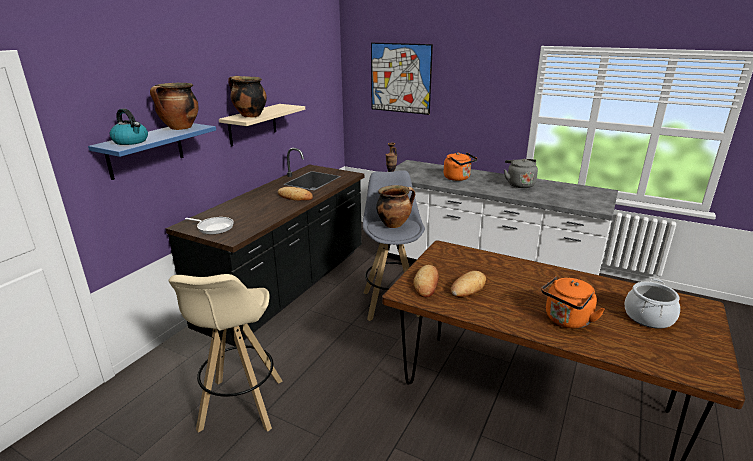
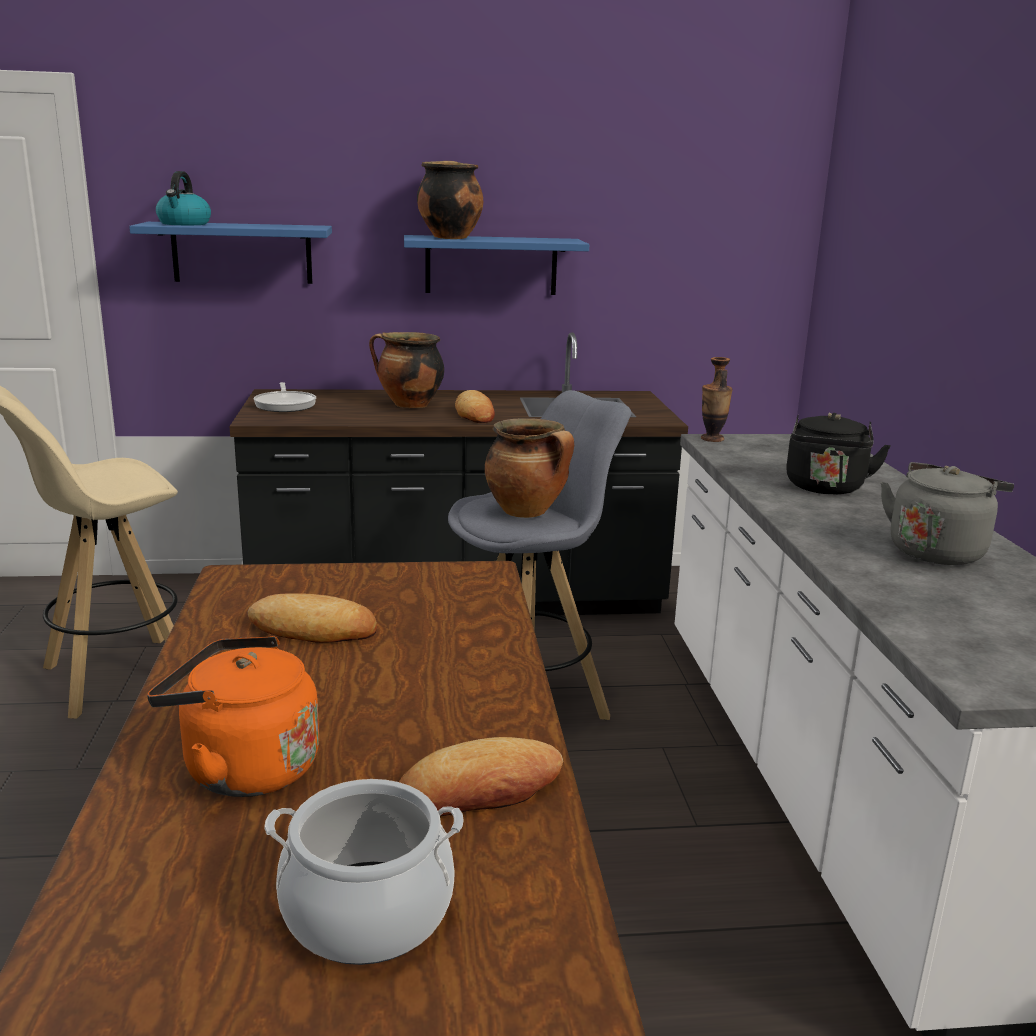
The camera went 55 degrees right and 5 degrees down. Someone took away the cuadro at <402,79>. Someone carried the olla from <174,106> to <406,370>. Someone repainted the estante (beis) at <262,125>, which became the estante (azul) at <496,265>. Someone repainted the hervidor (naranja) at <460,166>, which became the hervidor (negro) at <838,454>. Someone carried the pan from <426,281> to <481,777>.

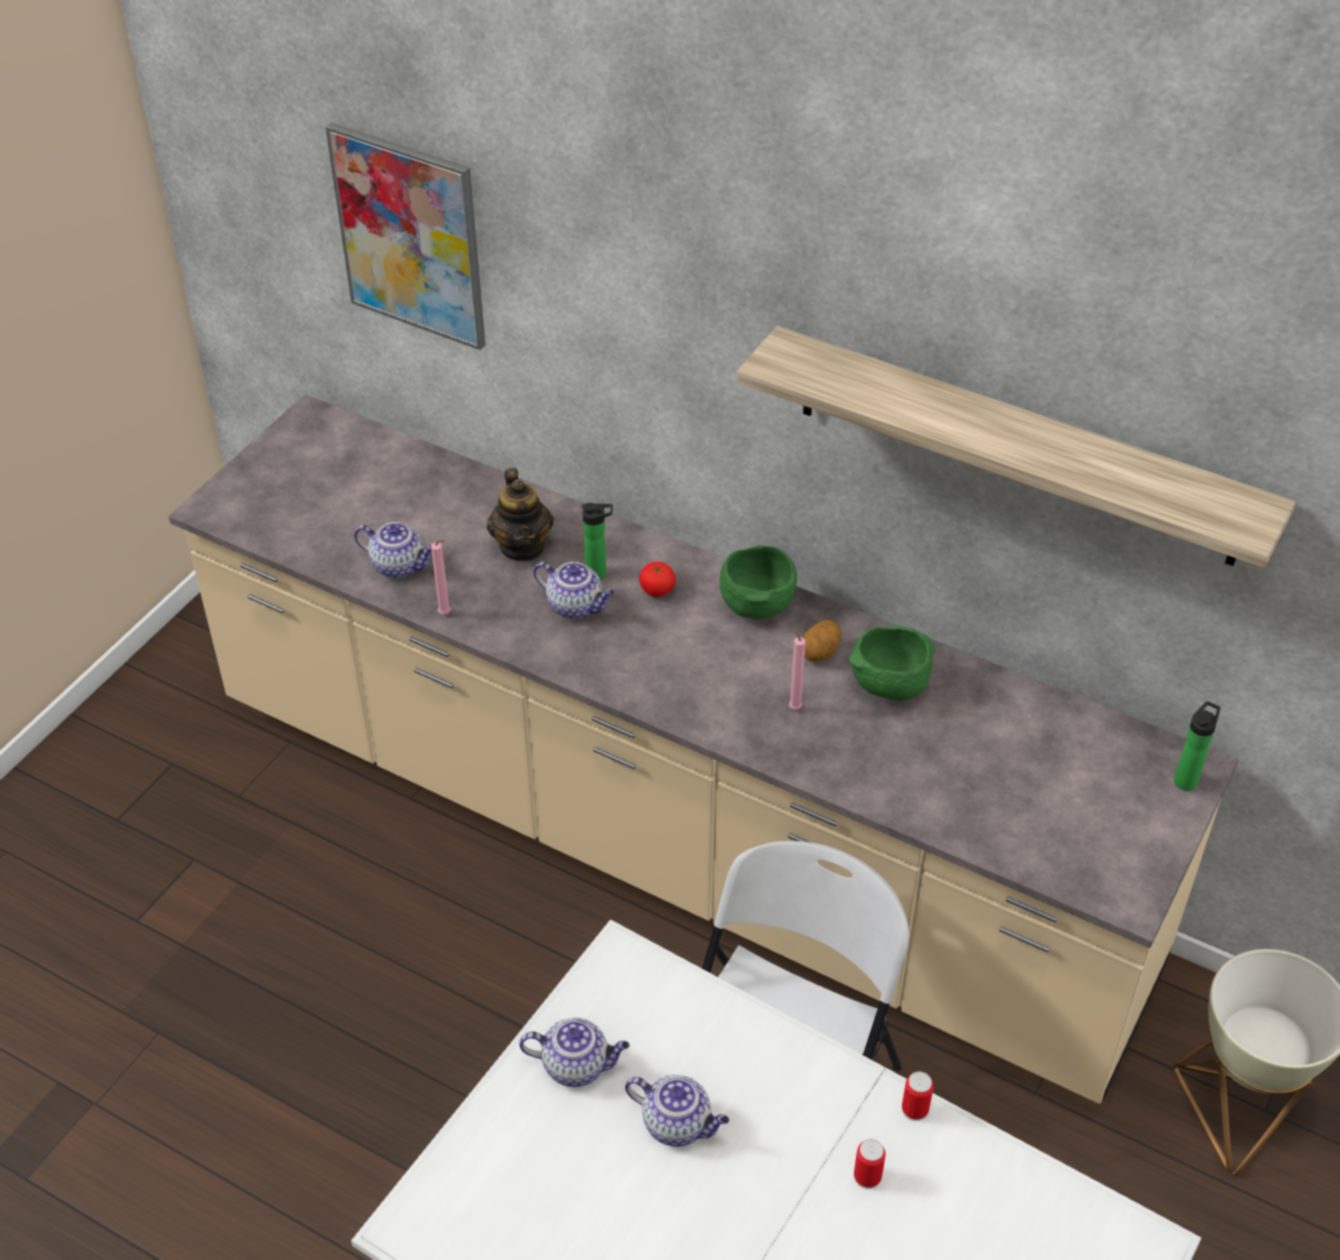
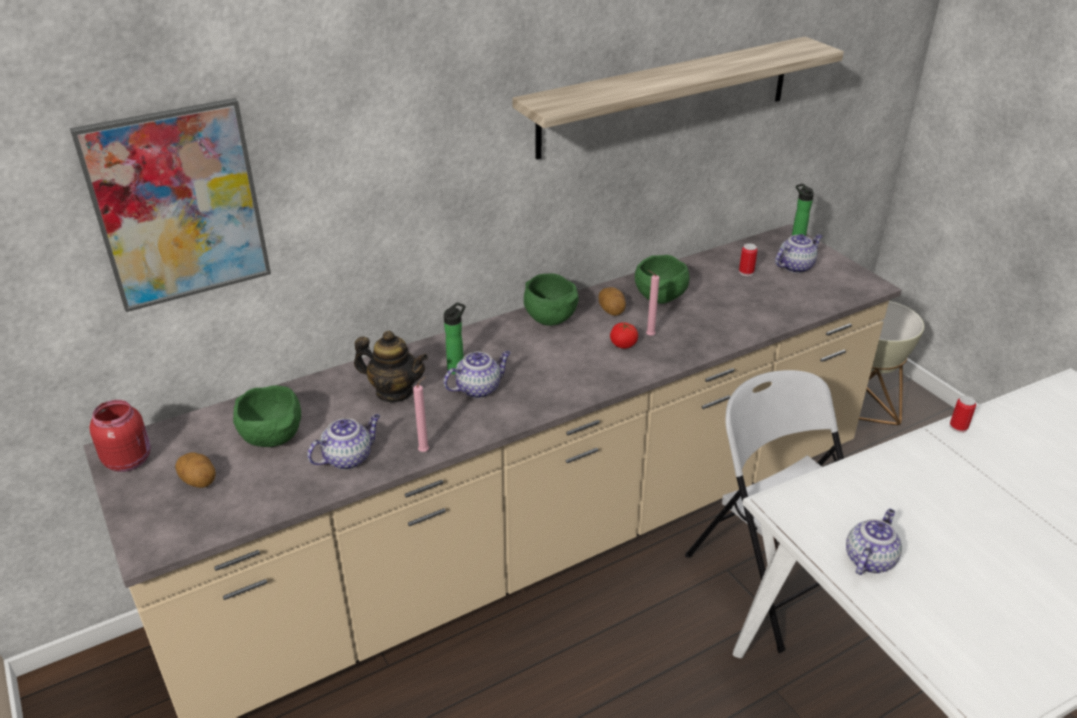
The camera went 60 degrees left and 10 degrees down. Someone carried the tomate from <657,579> to <624,335>. Someone carried the tetera from <677,1111> to <798,253>. Someone carried the lata from <870,1164> to <748,259>. Someone put down the cuenco (verde) at <267,416>. Someone put down the tarro (rojo) at <120,436>. Someone put down the patata at <195,470>.

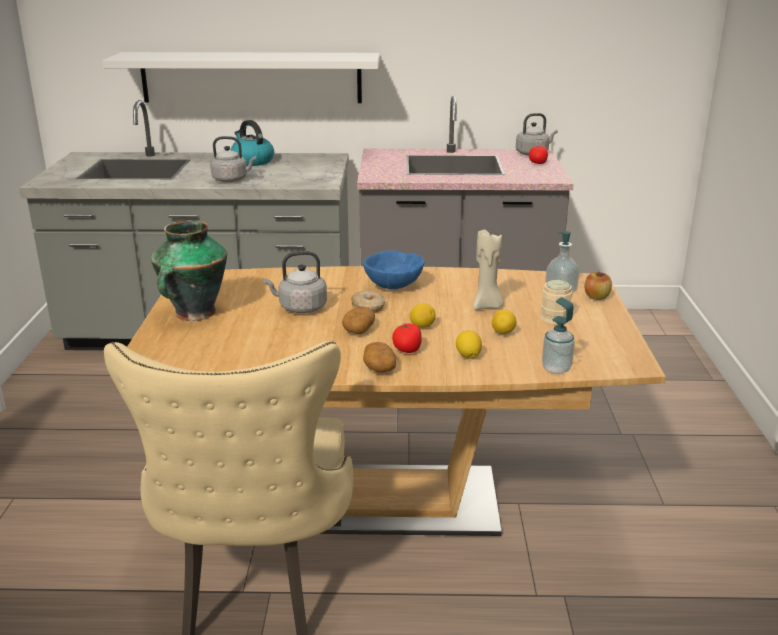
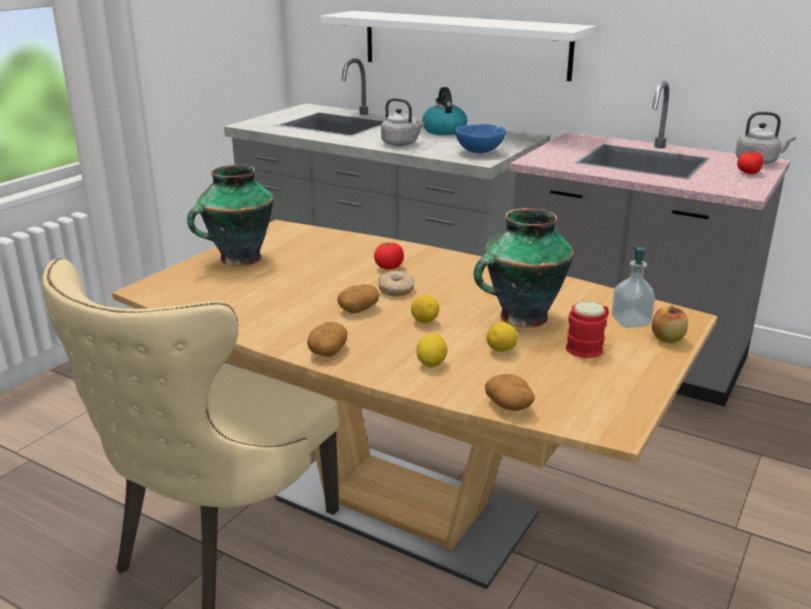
The camera went 30 degrees right and 0 degrees up. Someone swapped the vela (beis) at <489,269> for the florero at <523,268>. Someone carried the cuenco (azul) from <393,269> to <480,138>. Someone took away the hervidor (gris) at <295,282>. Someone repainted the taza grande (beis) at <556,302>, which became the taza grande (rojo) at <587,329>. Someone swapped the dispensador de jabón at <558,335> for the patata at <510,392>. Someone carried the tomate from <407,338> to <389,256>.

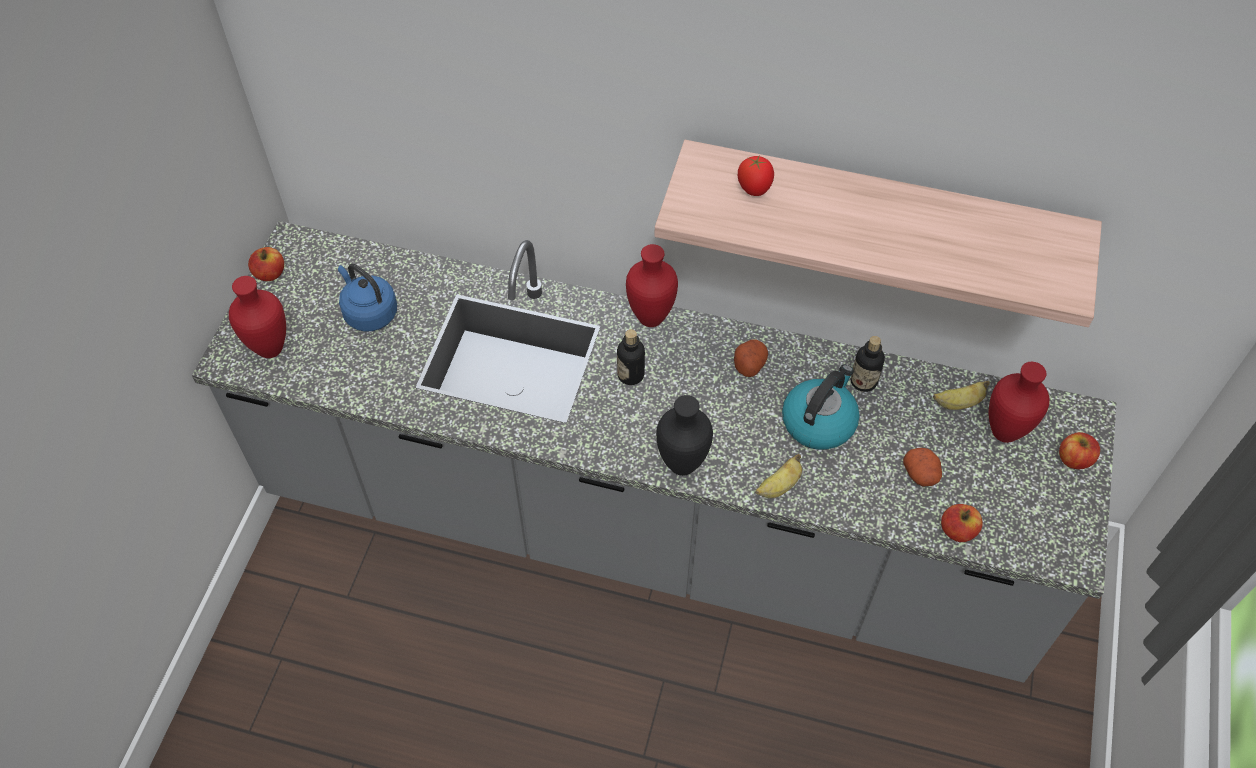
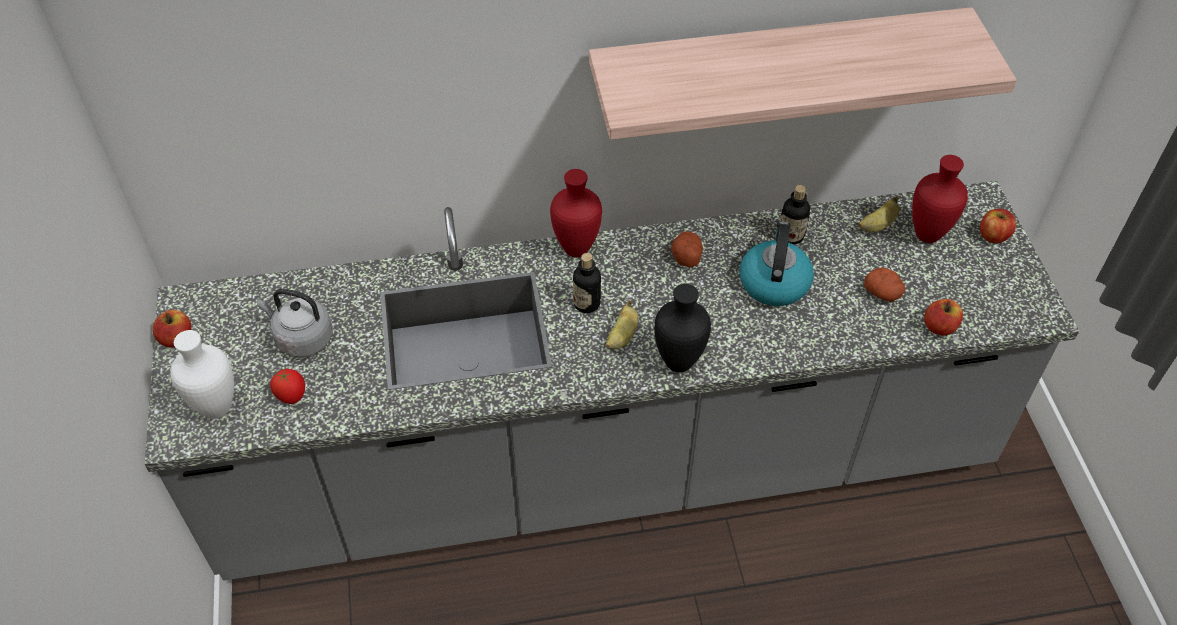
The camera went 25 degrees left and 5 degrees down. Someone carried the tomate from <756,176> to <287,386>. Someone repainted the hervidor (azul) at <367,298>, which became the hervidor (gris) at <295,323>. Someone repainted the florero (rojo) at <257,317>, which became the florero (blanco) at <202,374>. Someone carried the plátano from <778,476> to <622,324>.

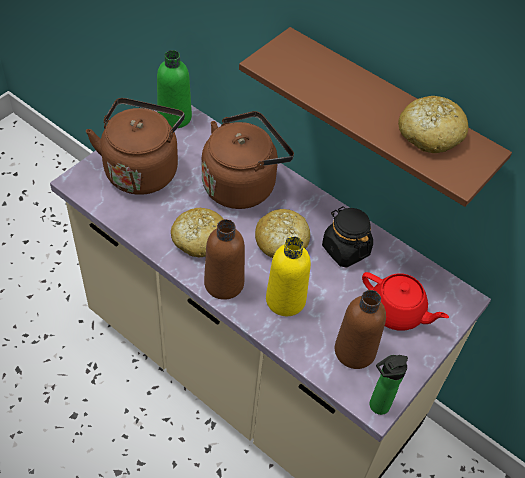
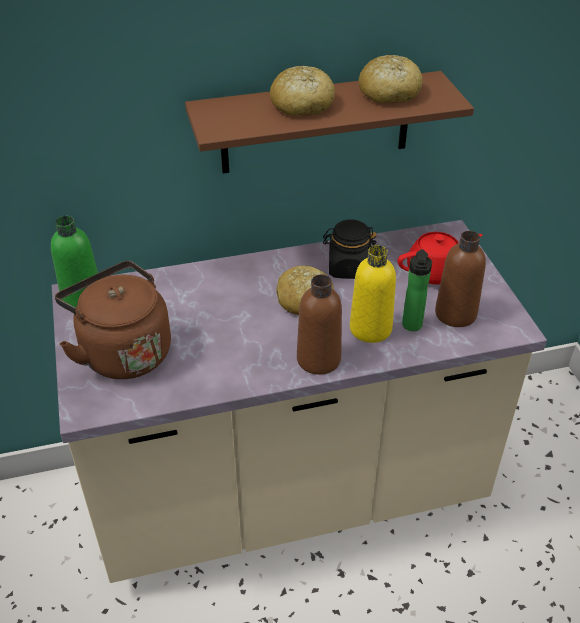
The camera went 50 degrees left and 10 degrees down. Someone took away the hervidor (marrón) at <248,160>. Someone carried the pan from <197,233> to <302,91>. Someone carried the botella from <389,385> to <417,290>.

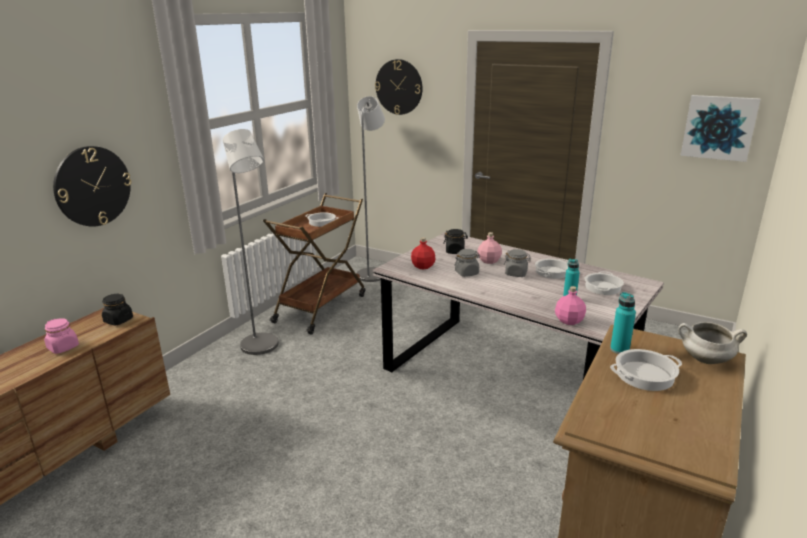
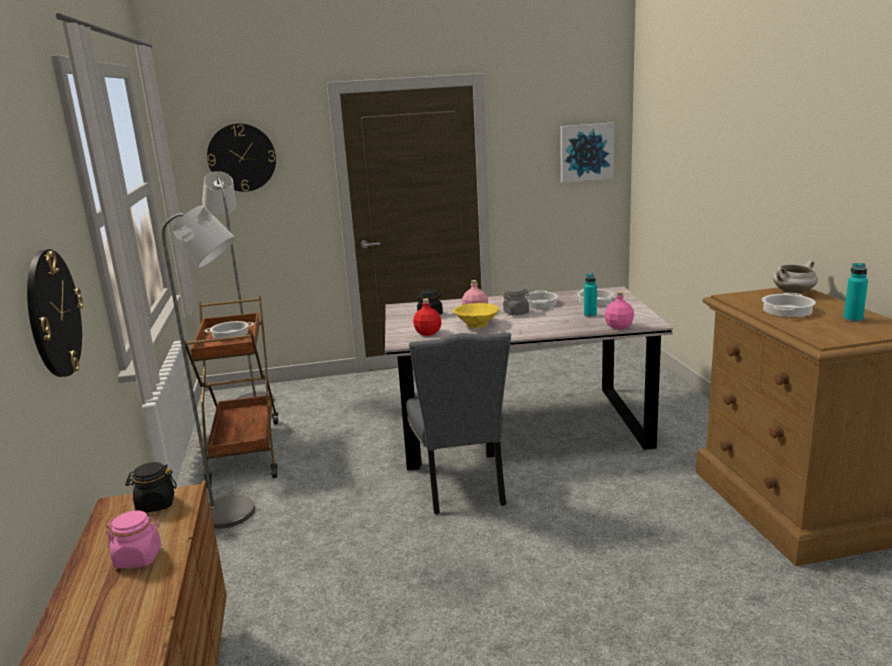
The camera went 40 degrees left and 5 degrees down. Someone swapped the tarro (gris) at <467,263> for the cuenco (amarillo) at <476,315>. Someone carried the botella (turquesa) from <623,323> to <856,292>. Someone put down the silla (gris) at <458,423>.

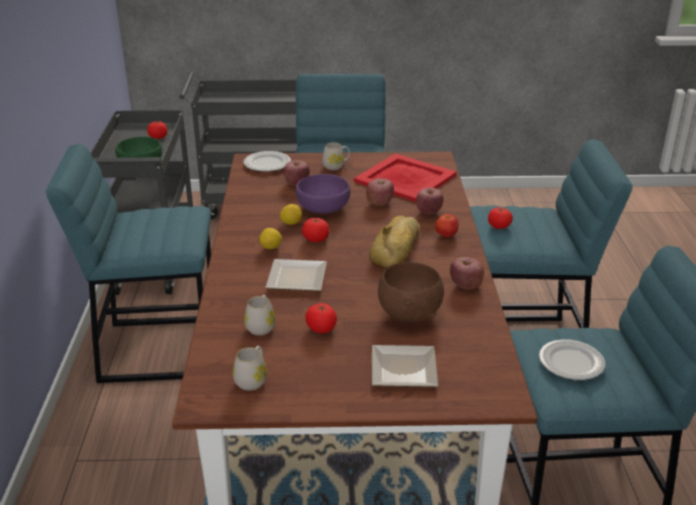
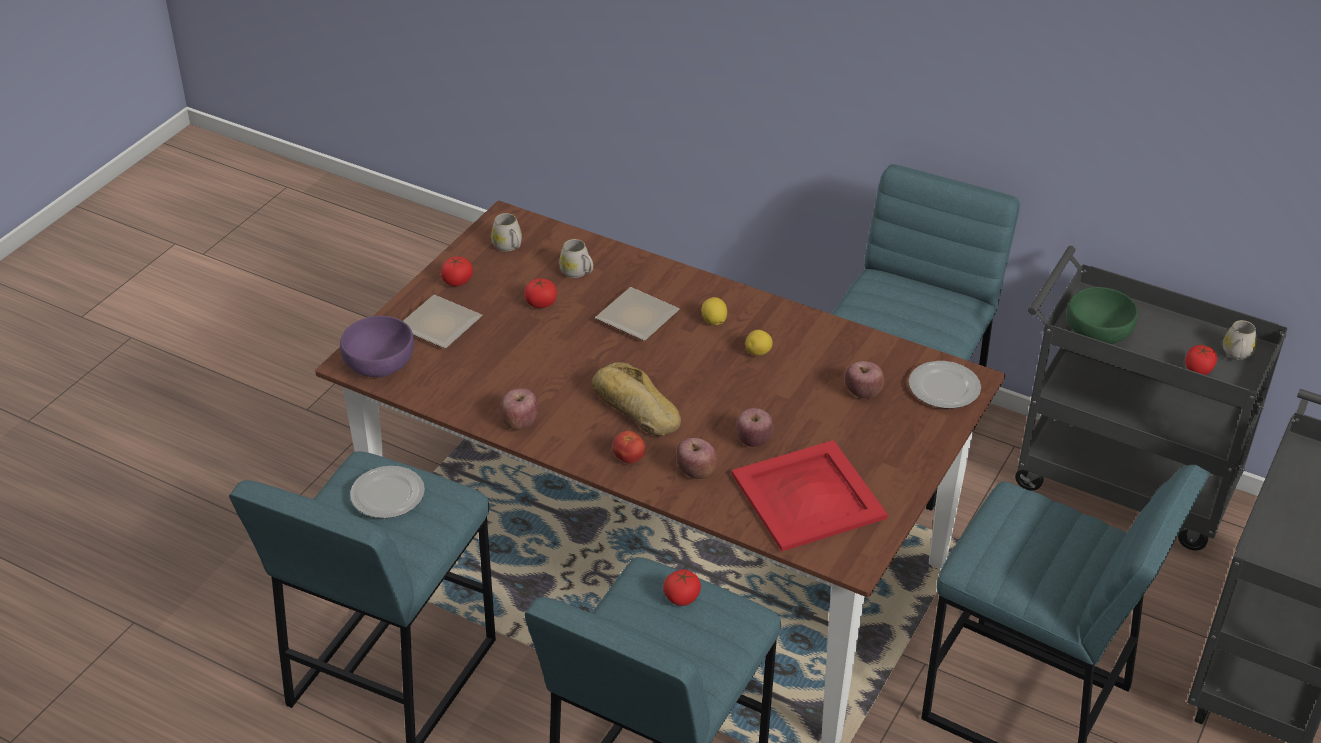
The camera went 120 degrees right and 10 degrees up. Someone carried the taza grande (blanco) from <336,156> to <1239,340>. Someone carried the cuenco (morado) from <323,194> to <377,347>. Someone carried the tomate from <315,230> to <457,271>. Someone took away the cuenco (marrón) at <411,292>.

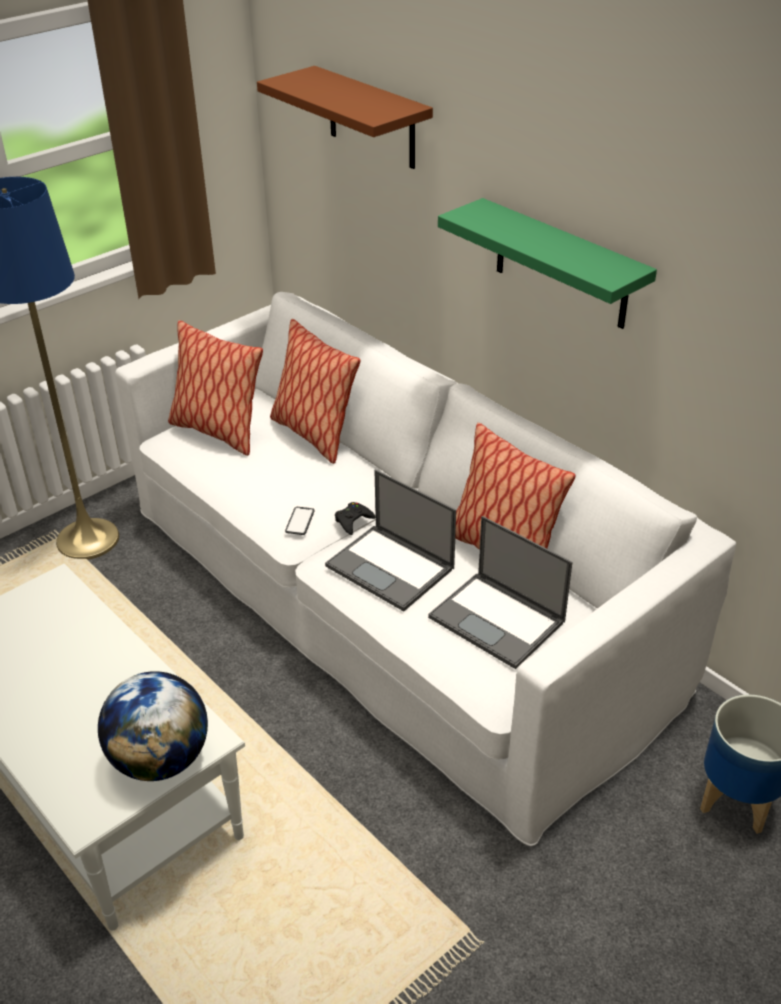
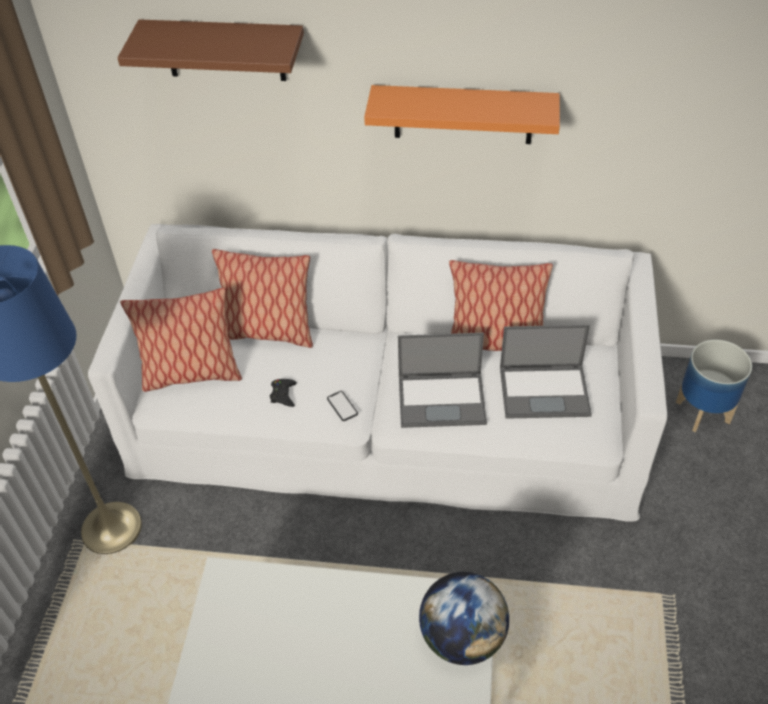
The camera went 40 degrees left and 10 degrees up. Someone repainted the estante (verde) at <547,263>, which became the estante (naranja) at <462,114>. Someone carried the mando de consola (negro) from <355,518> to <283,393>.

